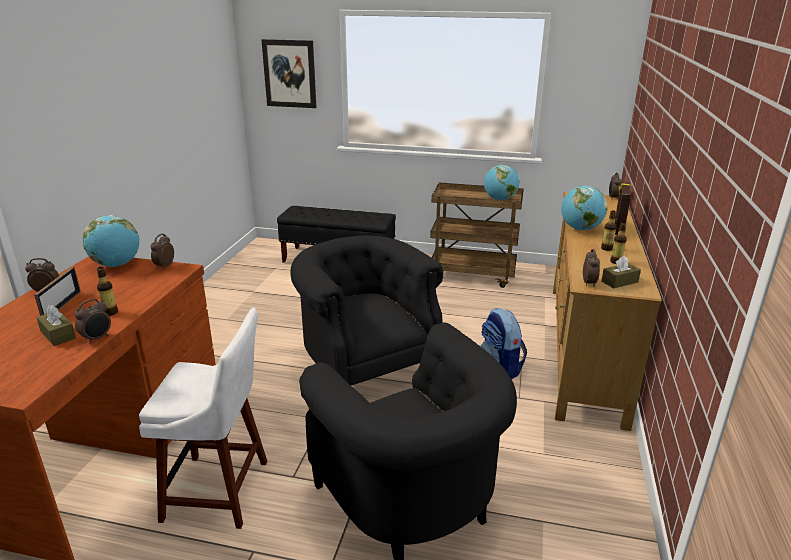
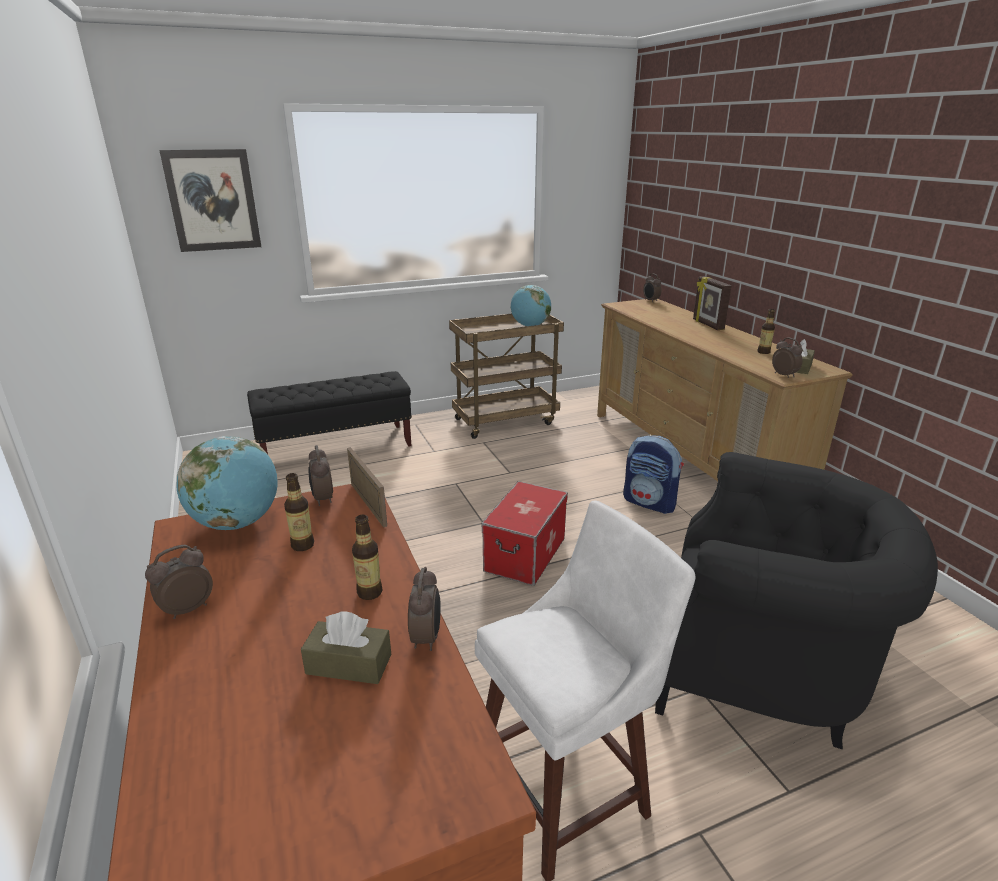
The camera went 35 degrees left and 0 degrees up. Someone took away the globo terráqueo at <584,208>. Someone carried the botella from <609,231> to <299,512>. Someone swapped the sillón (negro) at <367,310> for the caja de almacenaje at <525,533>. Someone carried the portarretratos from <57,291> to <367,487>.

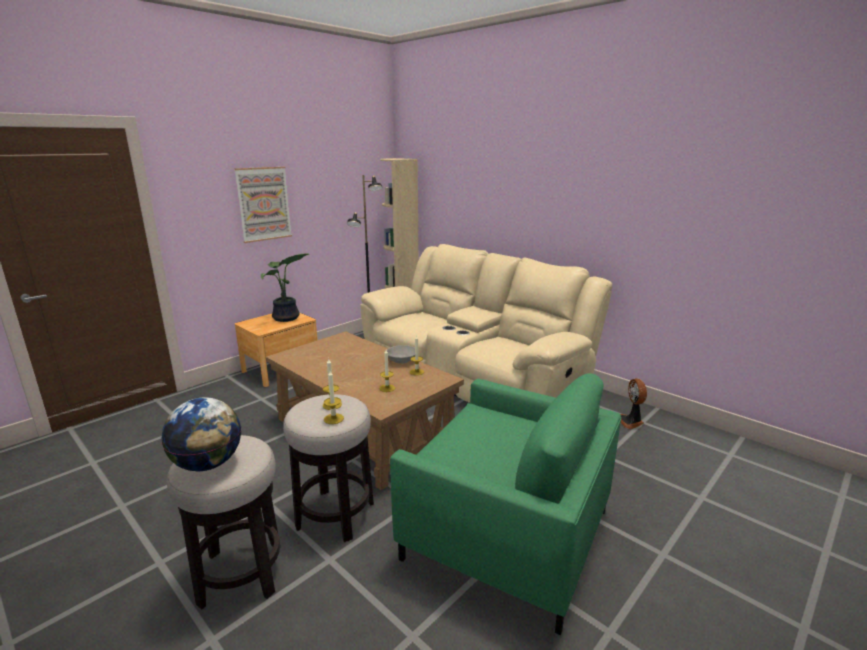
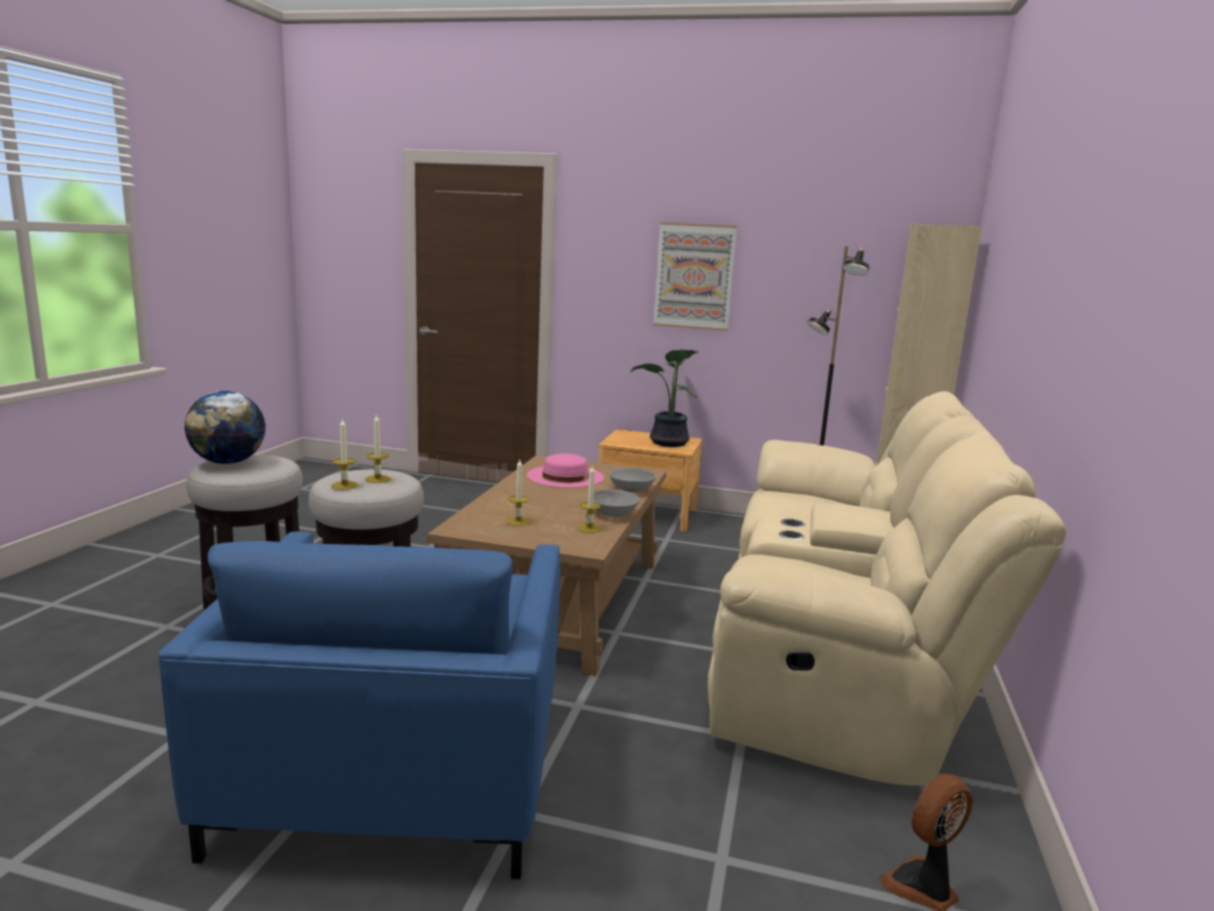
The camera went 60 degrees right and 5 degrees down. Someone repainted the sillón (verde) at <505,504>, which became the sillón (azul) at <359,705>. Someone put down the sombrero (rosa) at <565,471>. Someone put down the cuenco (gris) at <632,480>.

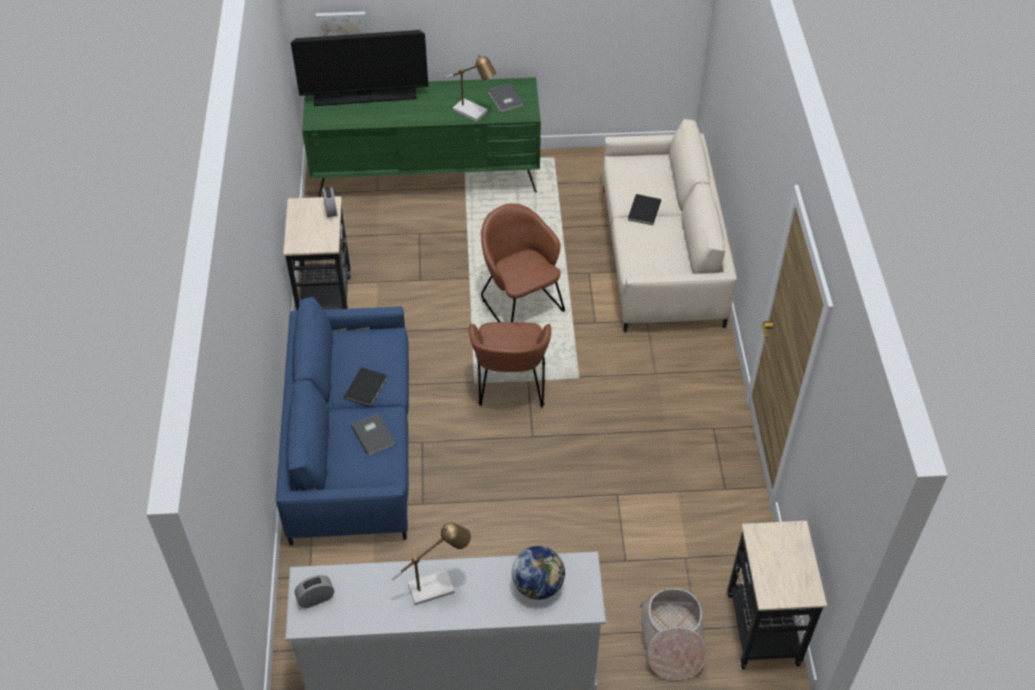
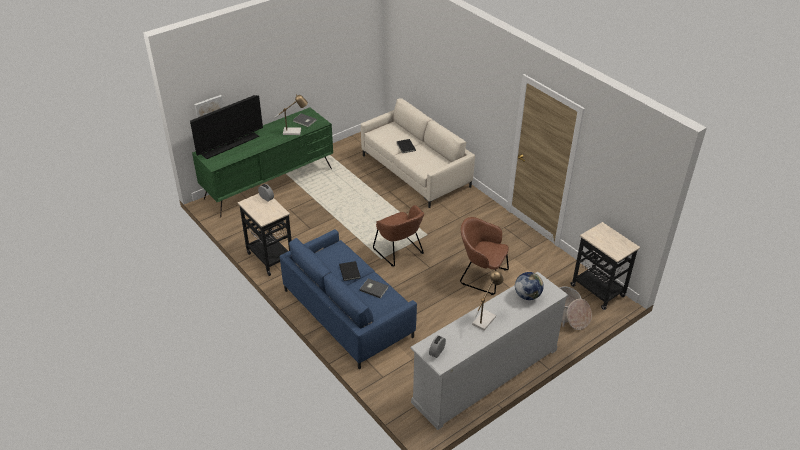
The camera went 35 degrees left and 10 degrees down. Someone carried the sillón (marrón) from <523,262> to <484,256>.

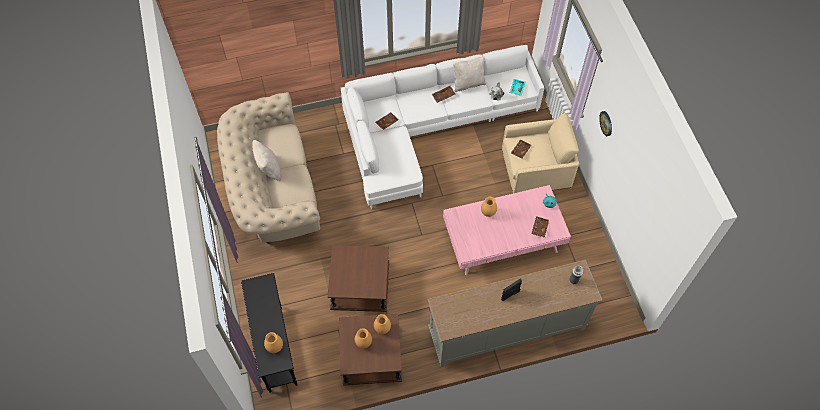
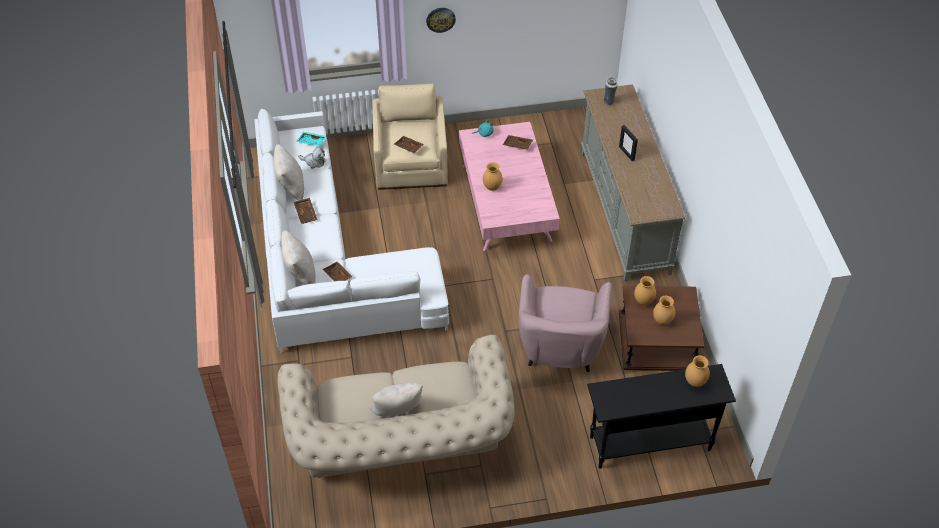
The camera went 85 degrees left and 10 degrees down. Someone swapped the mesa auxiliar (marrón) at <358,278> for the sillón (rosa) at <565,323>. Someone put down the cojín (beis) at <298,257>.

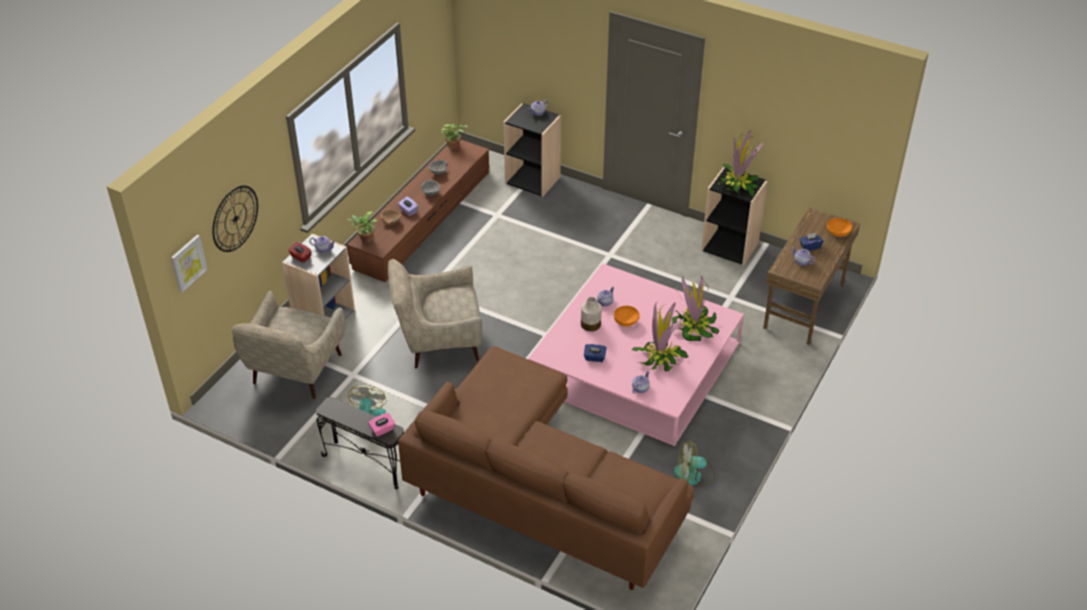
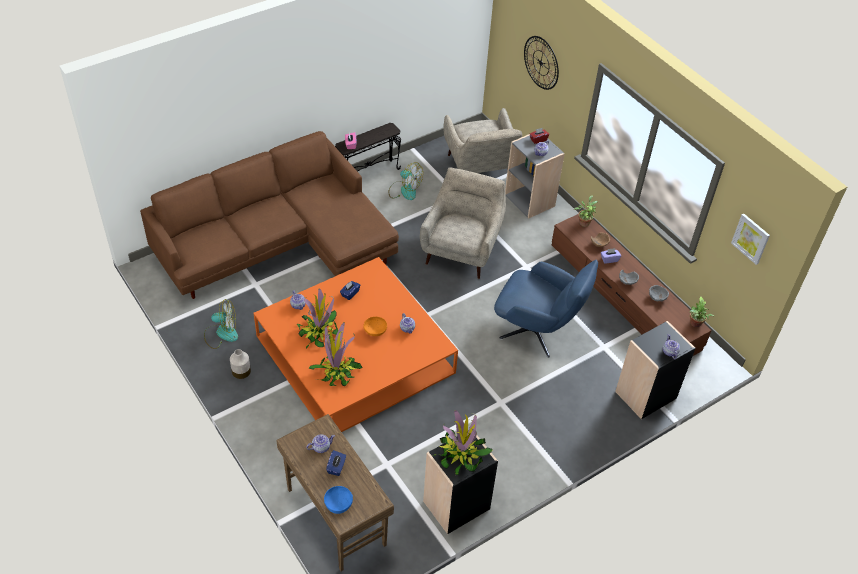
The camera went 115 degrees right and 5 degrees up. Someone repainted the cuenco (naranja) at <839,227>, which became the cuenco (azul) at <338,500>. Someone carried the cuadro from <189,264> to <750,239>. Someone repainted the mesa de centro (rosa) at <636,354>, which became the mesa de centro (naranja) at <356,344>. Someone rotated the sillón (beis) at <289,345> by 150 degrees counterclockwise. Someone carried the florero (beis) from <591,314> to <240,364>. Someone rotated the ventilador at <695,463> by 60 degrees clockwise. Someone put down the sillón (azul) at <546,309>.

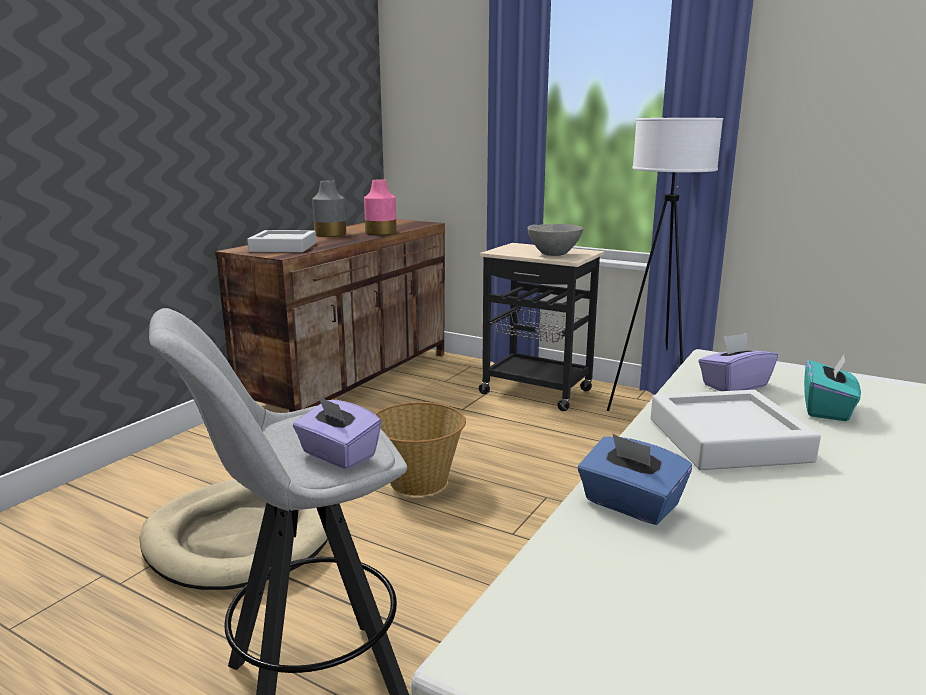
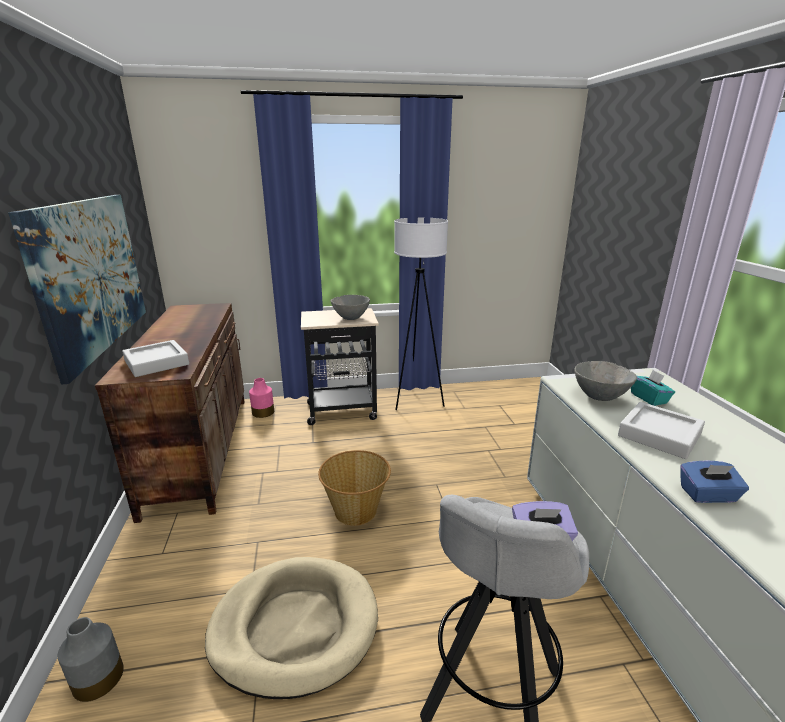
The camera went 40 degrees left and 5 degrees up. Someone carried the florero (gris) from <329,208> to <91,659>. Someone carried the florero (rosa) from <380,207> to <261,398>. Someone swapped the caja de pañuelos (morado) at <738,362> for the cuenco (gris) at <605,381>. Someone put up the cuadro at <77,289>.

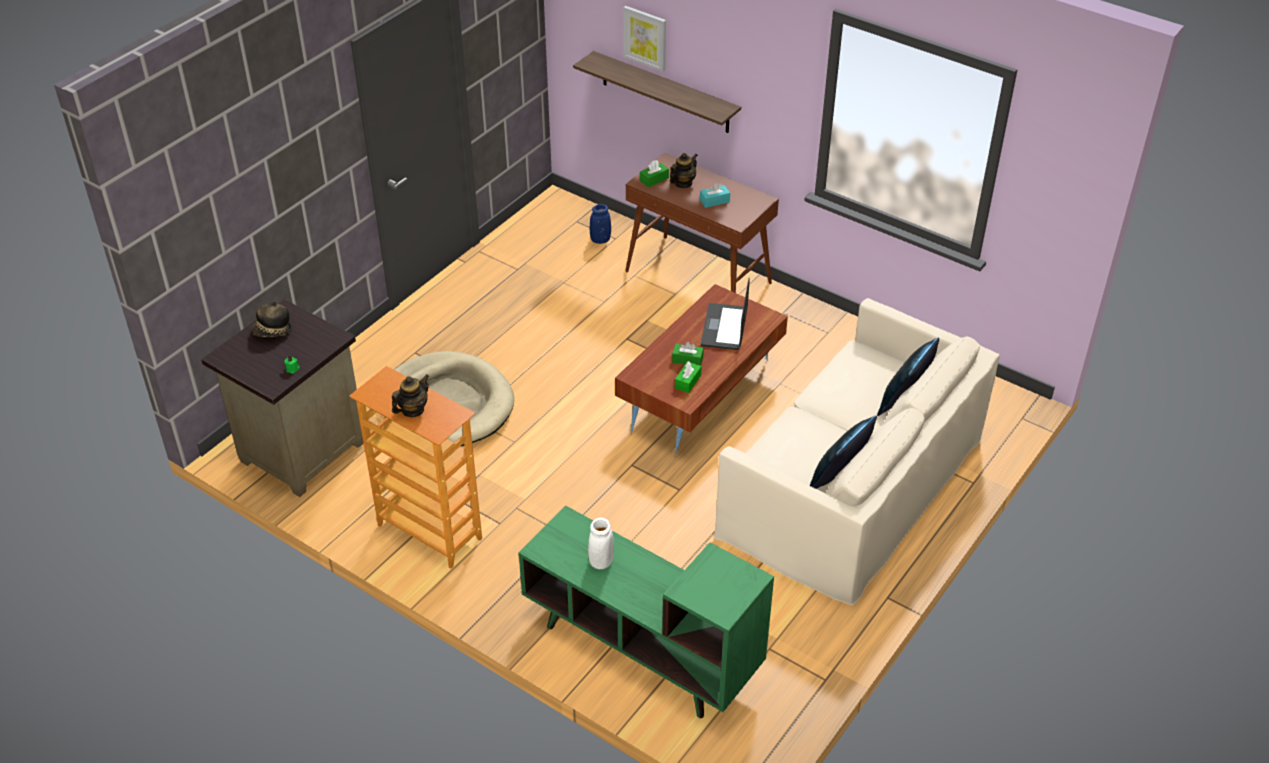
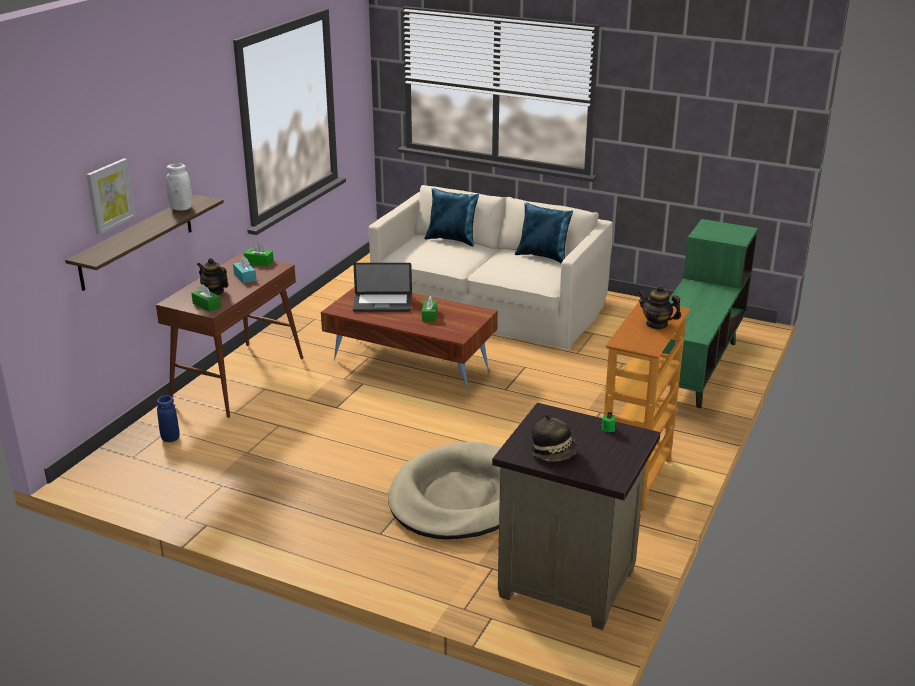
The camera went 100 degrees left and 15 degrees down. Someone carried the caja de pañuelos (verde) from <688,377> to <259,254>. Someone carried the florero (blanco) from <601,543> to <179,187>.

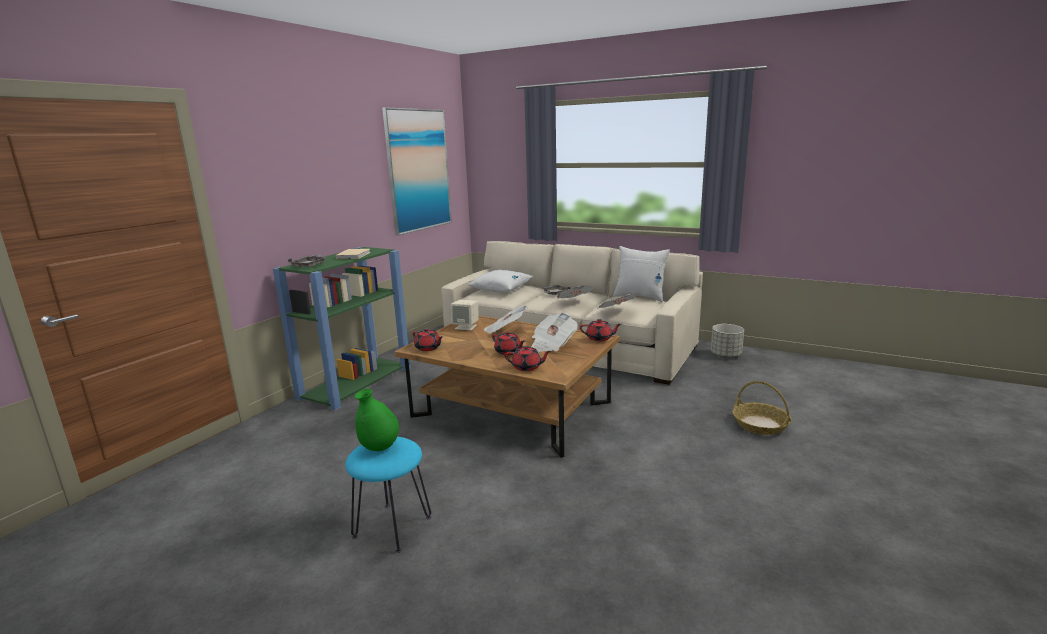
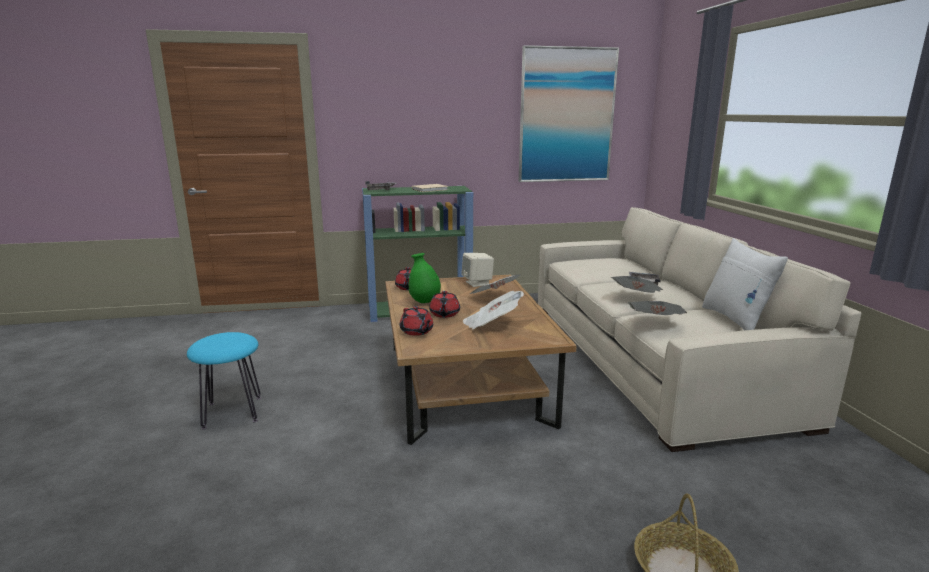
The camera went 50 degrees right and 0 degrees up. Someone took away the cojín (gris) at <500,281>. Someone took away the tetera (rojo) at <600,330>. Someone took away the maceta (gris) at <727,341>. Someone carried the florero (verde) from <377,420> to <425,278>.

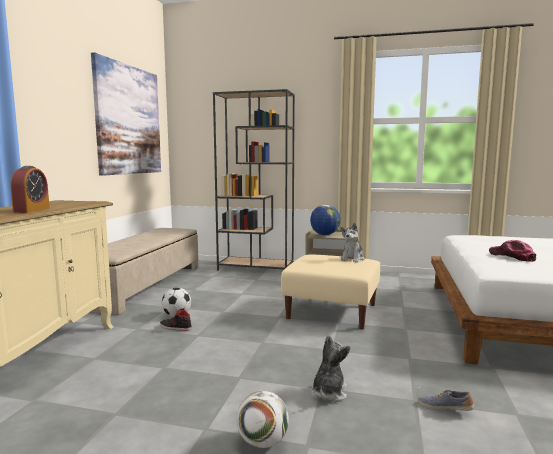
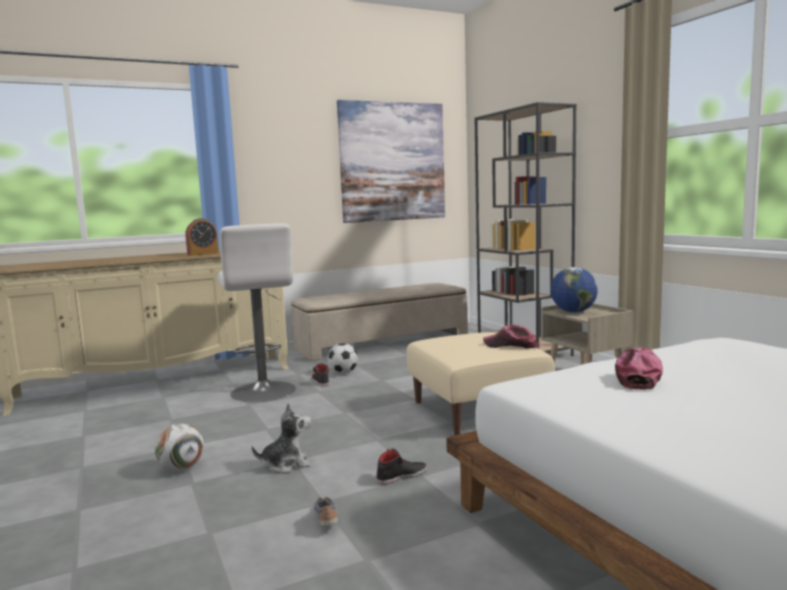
The camera went 50 degrees right and 0 degrees up. Someone swapped the peluche at <353,243> for the gorra at <511,337>. Someone put down the taburete (blanco) at <257,312>. Someone put down the zapato (negro) at <401,466>.

